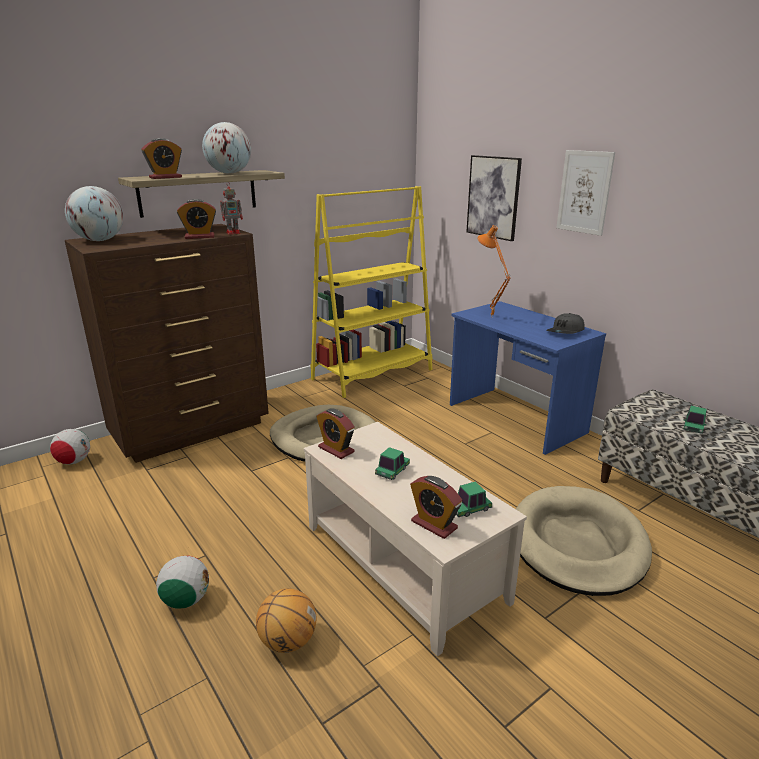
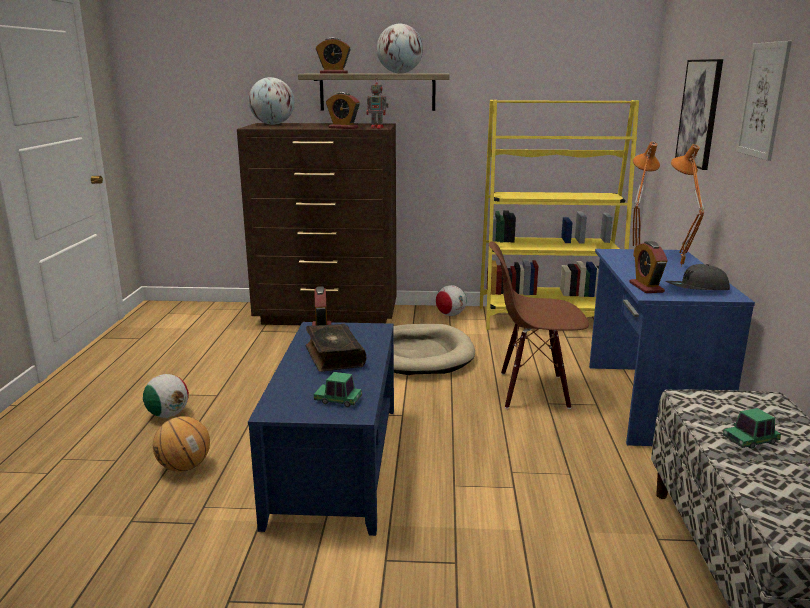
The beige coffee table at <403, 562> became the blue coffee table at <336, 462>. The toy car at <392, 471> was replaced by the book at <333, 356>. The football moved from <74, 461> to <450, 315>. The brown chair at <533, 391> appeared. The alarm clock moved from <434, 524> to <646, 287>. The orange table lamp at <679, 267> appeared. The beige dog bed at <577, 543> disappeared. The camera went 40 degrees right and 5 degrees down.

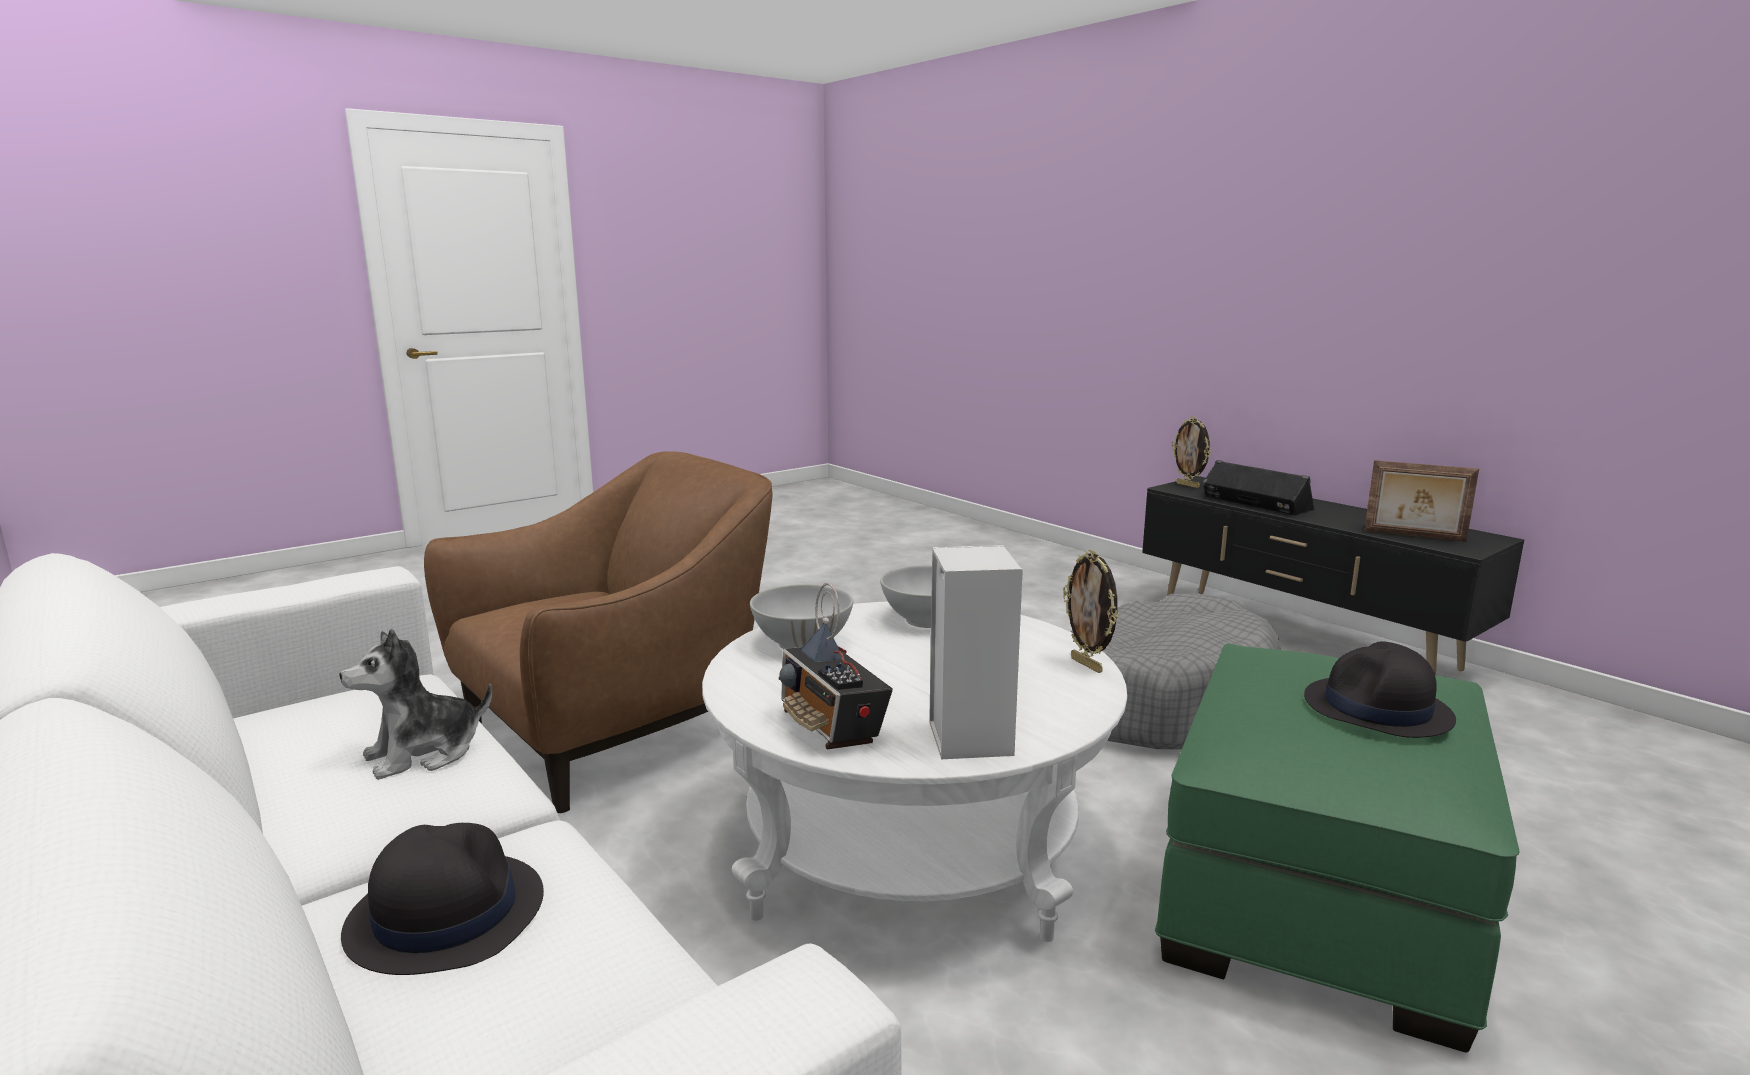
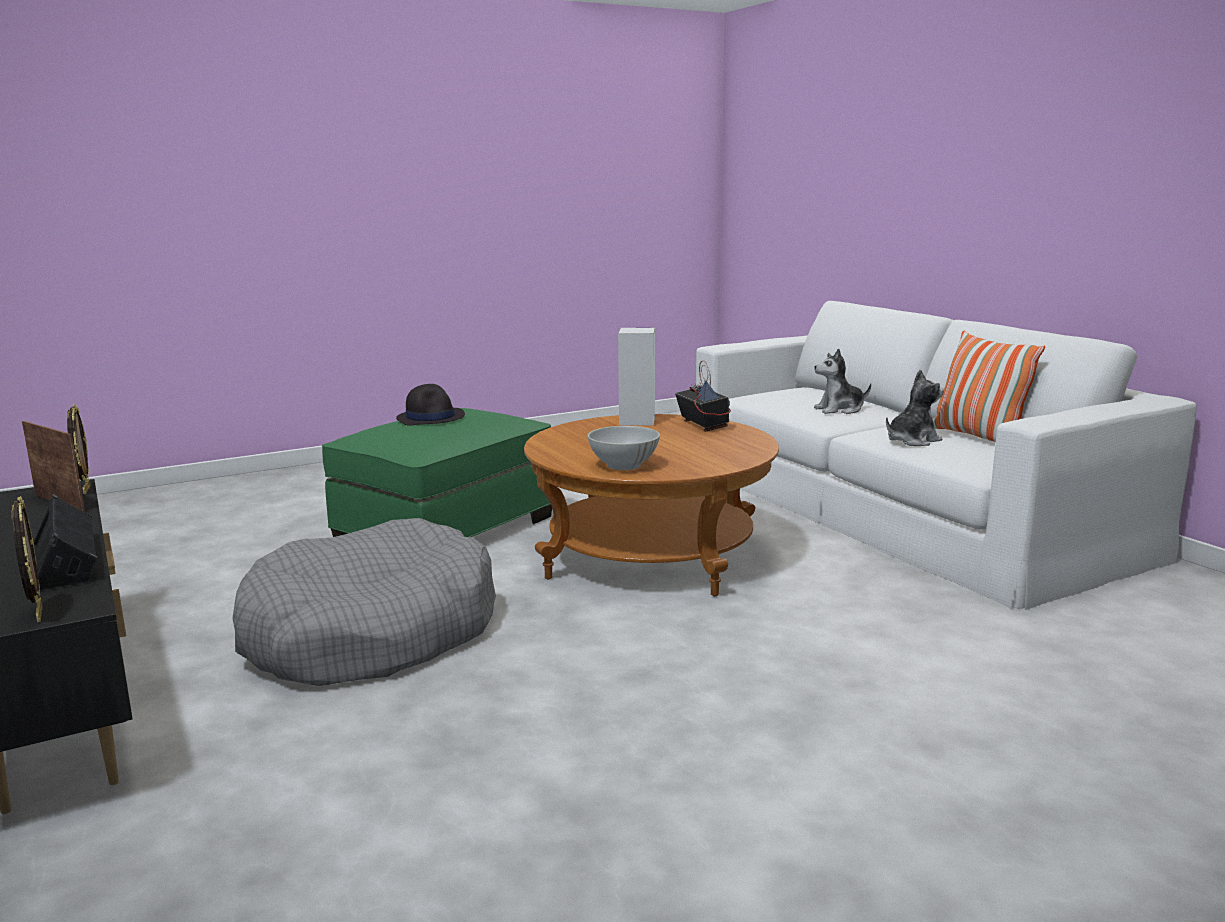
The picture frame moved from <1087, 665> to <85, 490>. The white coffee table at <910, 845> became the brown coffee table at <651, 556>. The black hat at <445, 914> was replaced by the plush toy at <840, 410>. The pillow at <977, 436> appeared. The brown armchair at <617, 731> disappeared. The white bowl at <802, 643> disappeared. The camera went 170 degrees left and 0 degrees up.

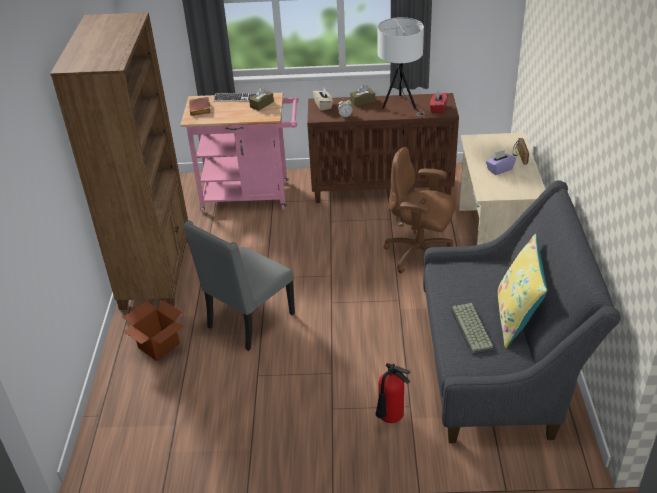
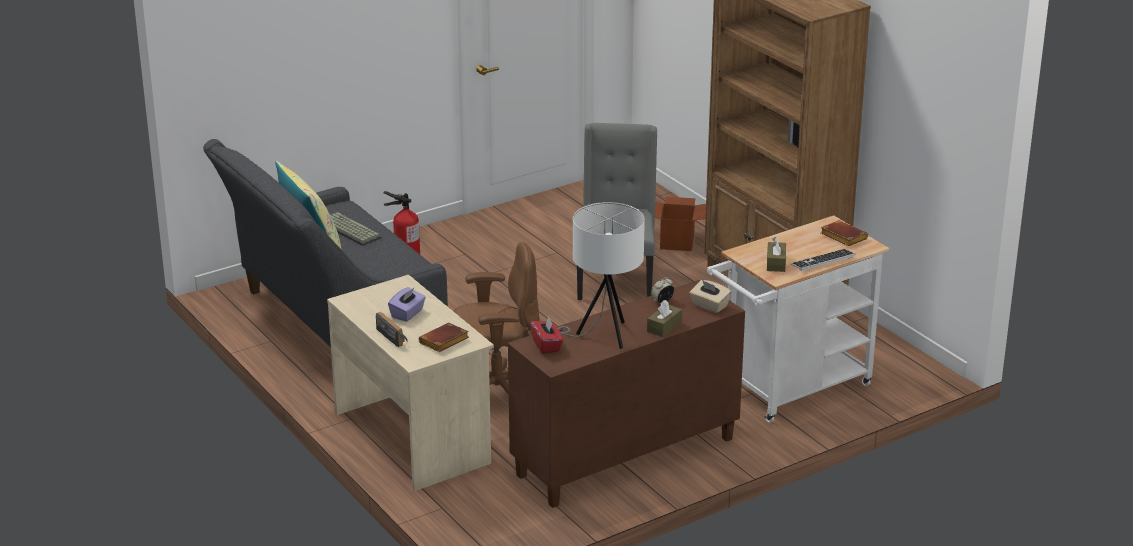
The brown book at <444, 342> appeared. The pink cart at <251, 196> became the white cart at <789, 391>. The camera went 145 degrees right and 10 degrees down.

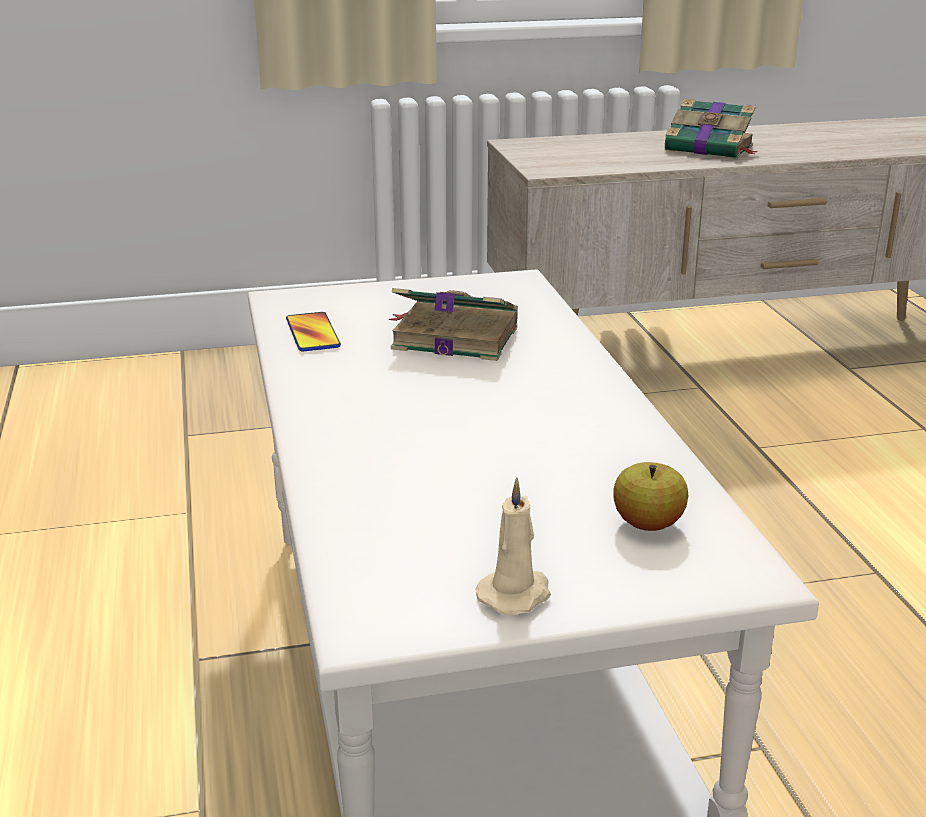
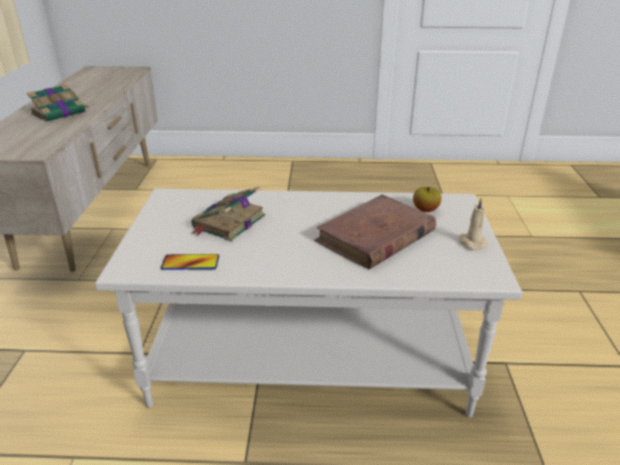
The brown book at <375, 236> appeared. The camera went 75 degrees left and 5 degrees up.

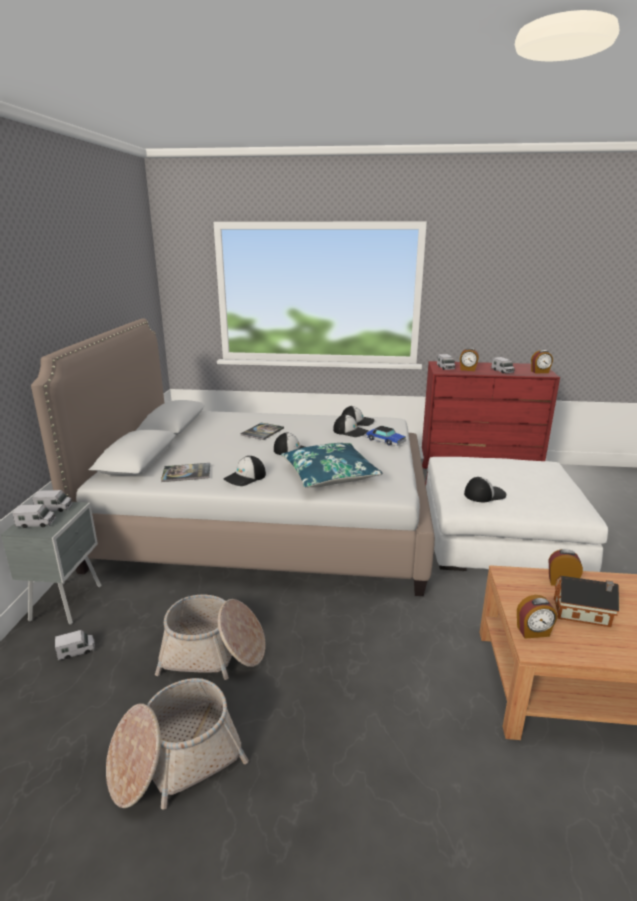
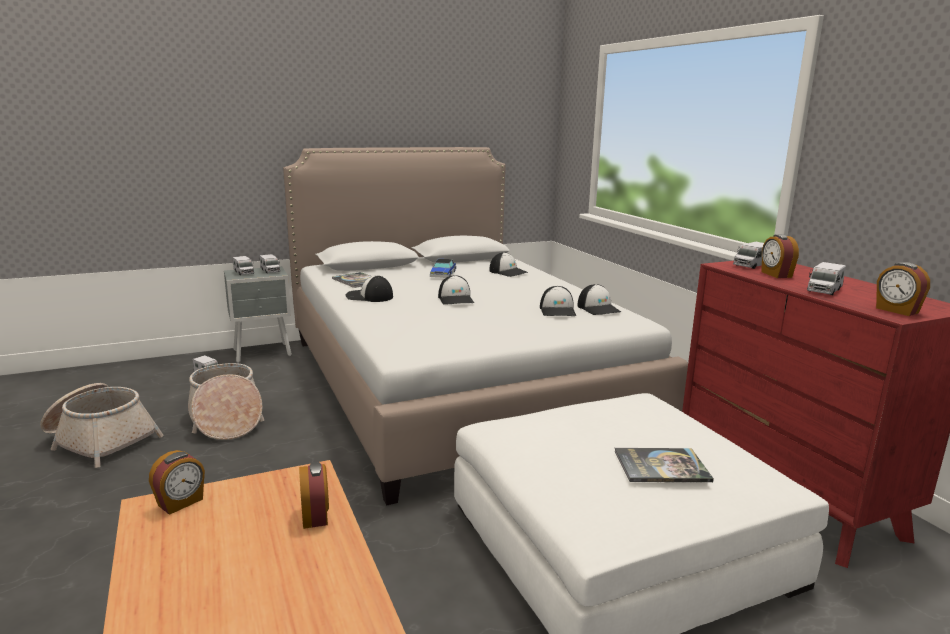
The alarm clock at <533, 632> turned 105 degrees counterclockwise. The toy car moved from <385, 441> to <443, 274>. The cap moved from <484, 494> to <508, 272>. The book moved from <262, 432> to <661, 466>. The blue pillow at <329, 475> disappeared. The toy house at <584, 613> disappeared. The camera went 60 degrees right and 5 degrees down.

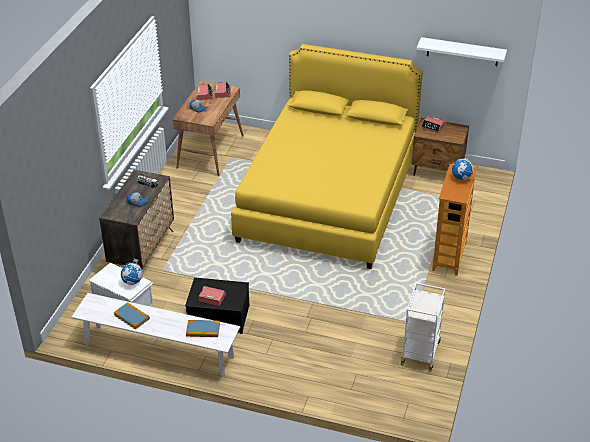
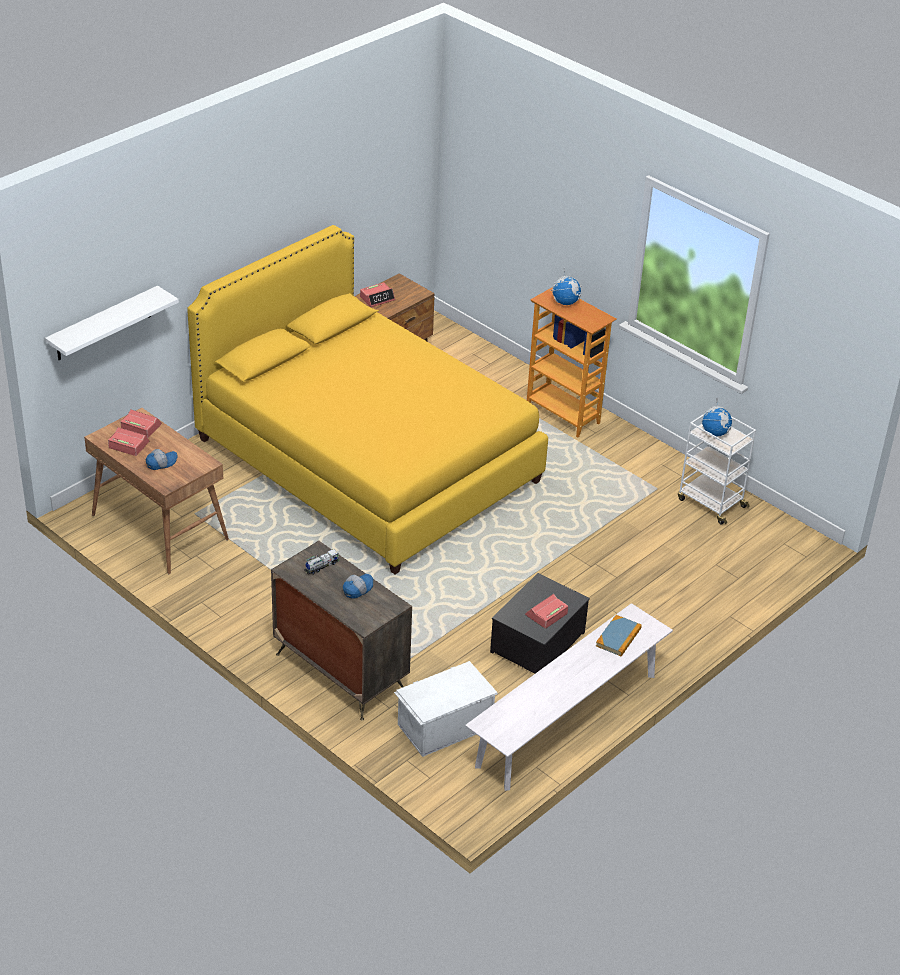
The white shelf moved from <462, 52> to <103, 324>. The globe moved from <133, 282> to <715, 433>. The book at <131, 317> disappeared. The camera went 65 degrees left and 0 degrees up.

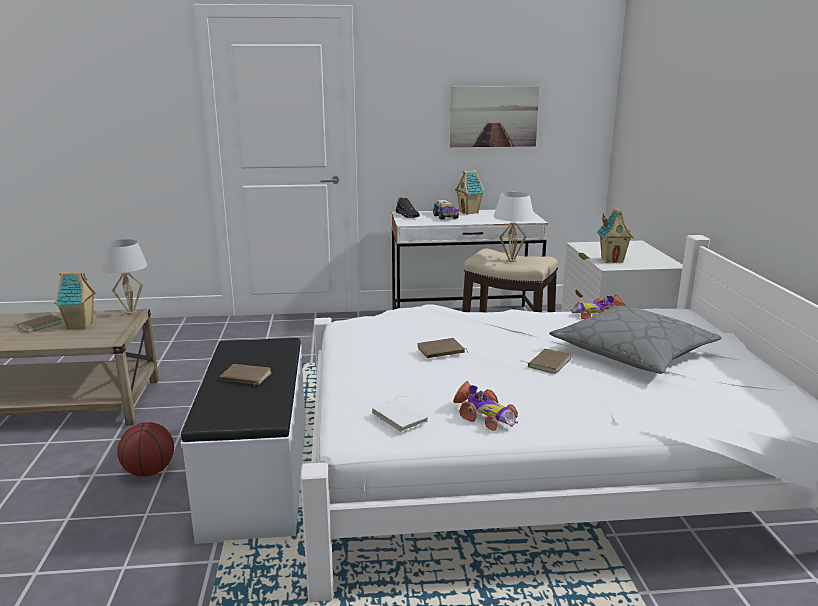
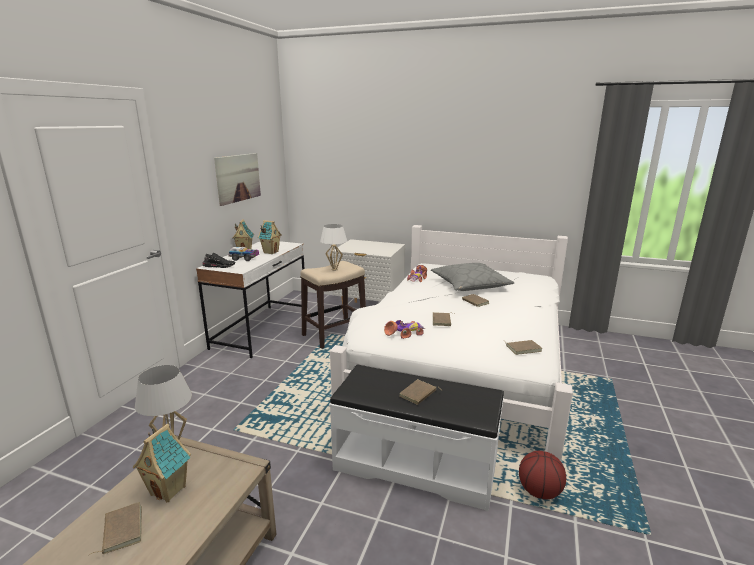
The toy house moved from <612, 260> to <270, 252>. The toy car moved from <483, 416> to <405, 333>. The white book at <401, 417> became the brown book at <523, 348>. The basketball moved from <149, 472> to <539, 492>. The camera went 65 degrees left and 0 degrees up.

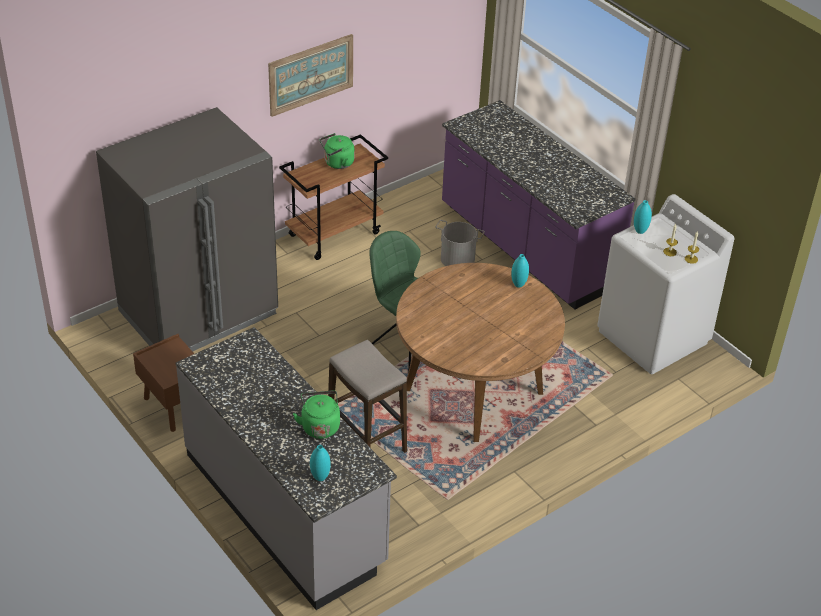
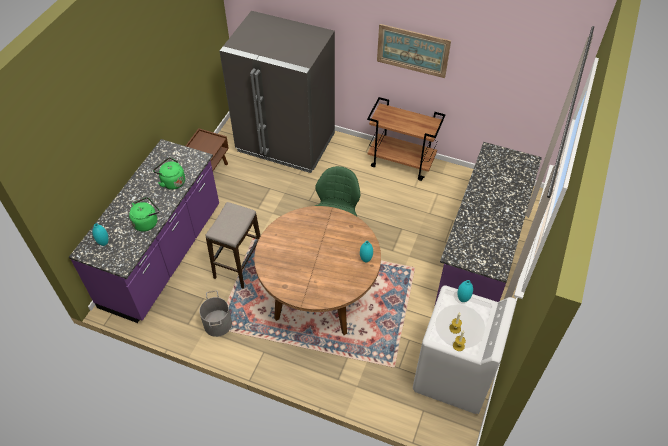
The grey counter at <285, 509> became the purple counter at <163, 256>. The green kettle moved from <337, 163> to <172, 182>. The grey bucket moved from <457, 259> to <217, 324>. The camera went 60 degrees right and 10 degrees up.

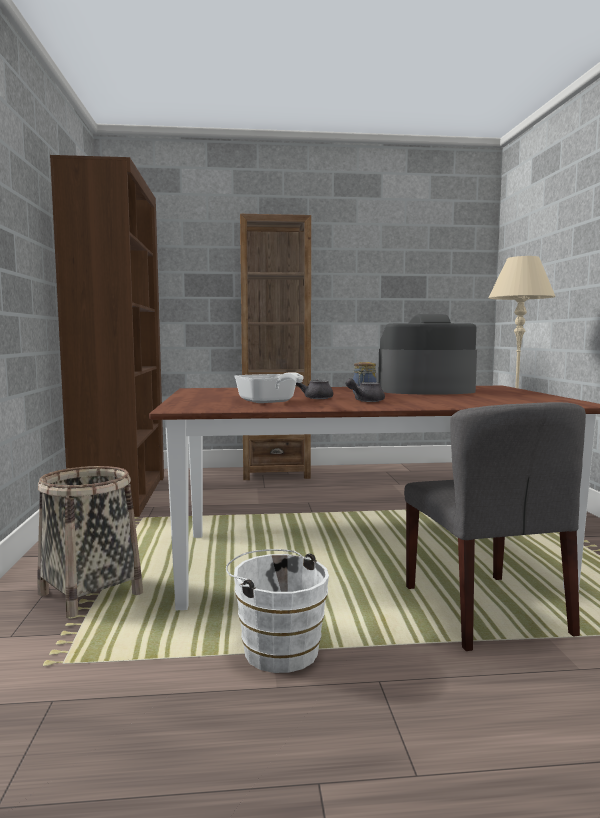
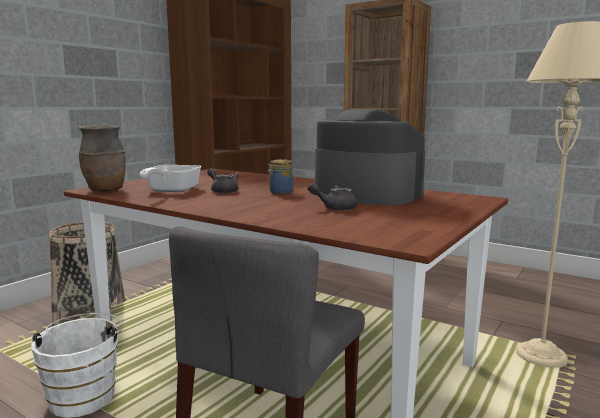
The brown vase at <105, 190> appeared. The grey teapot moved from <365, 401> to <335, 208>. The camera went 40 degrees right and 5 degrees up.

